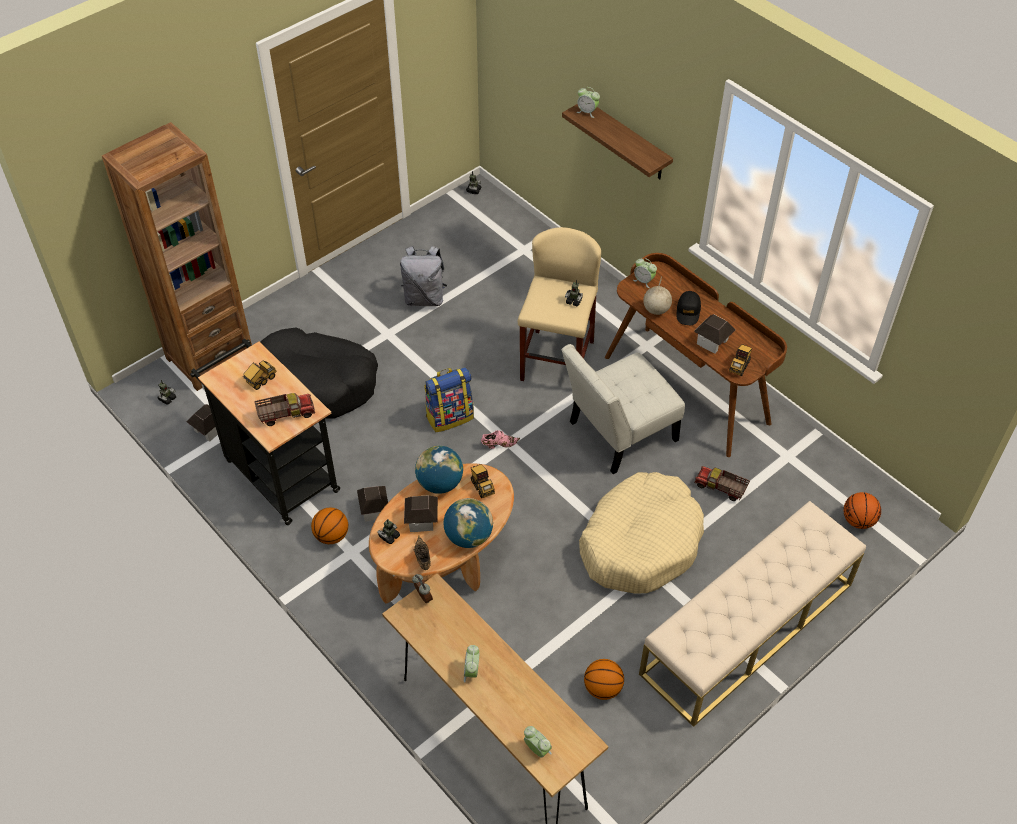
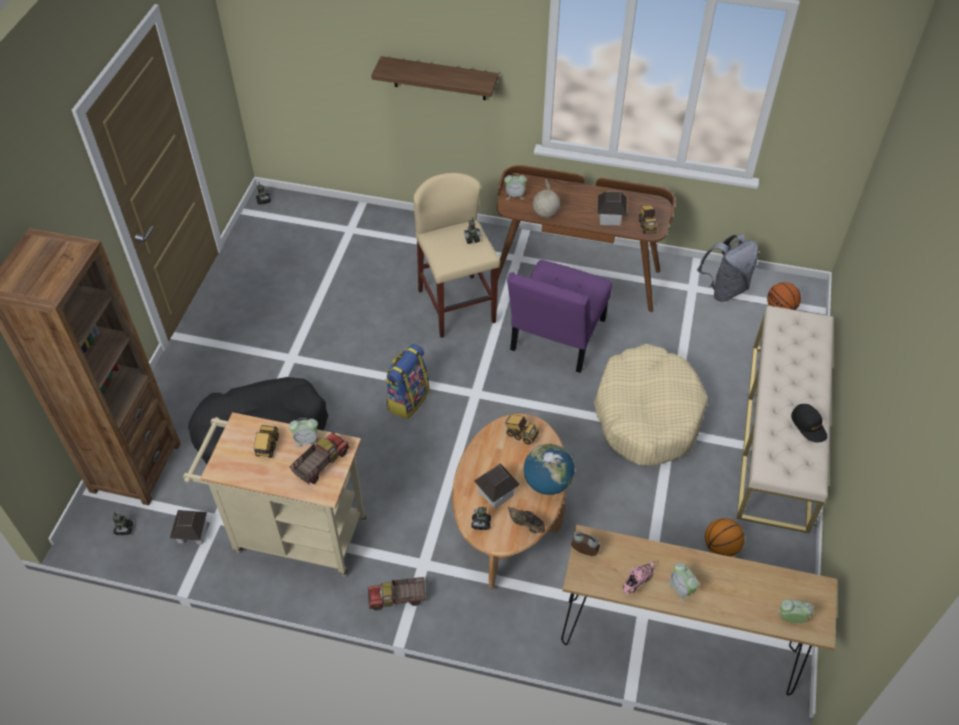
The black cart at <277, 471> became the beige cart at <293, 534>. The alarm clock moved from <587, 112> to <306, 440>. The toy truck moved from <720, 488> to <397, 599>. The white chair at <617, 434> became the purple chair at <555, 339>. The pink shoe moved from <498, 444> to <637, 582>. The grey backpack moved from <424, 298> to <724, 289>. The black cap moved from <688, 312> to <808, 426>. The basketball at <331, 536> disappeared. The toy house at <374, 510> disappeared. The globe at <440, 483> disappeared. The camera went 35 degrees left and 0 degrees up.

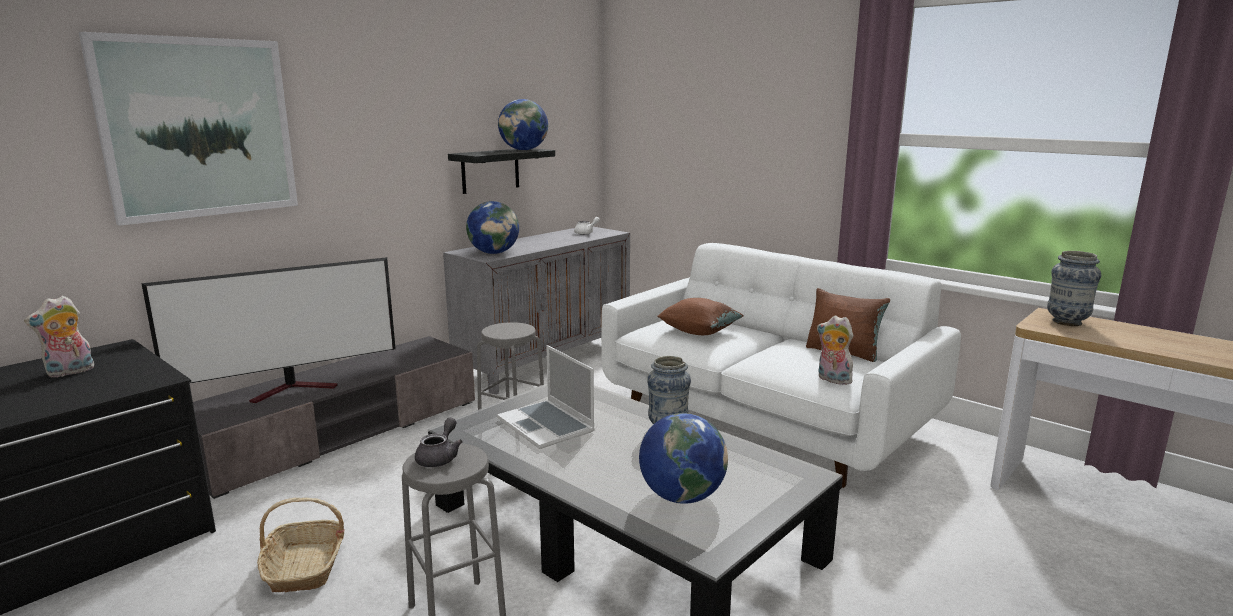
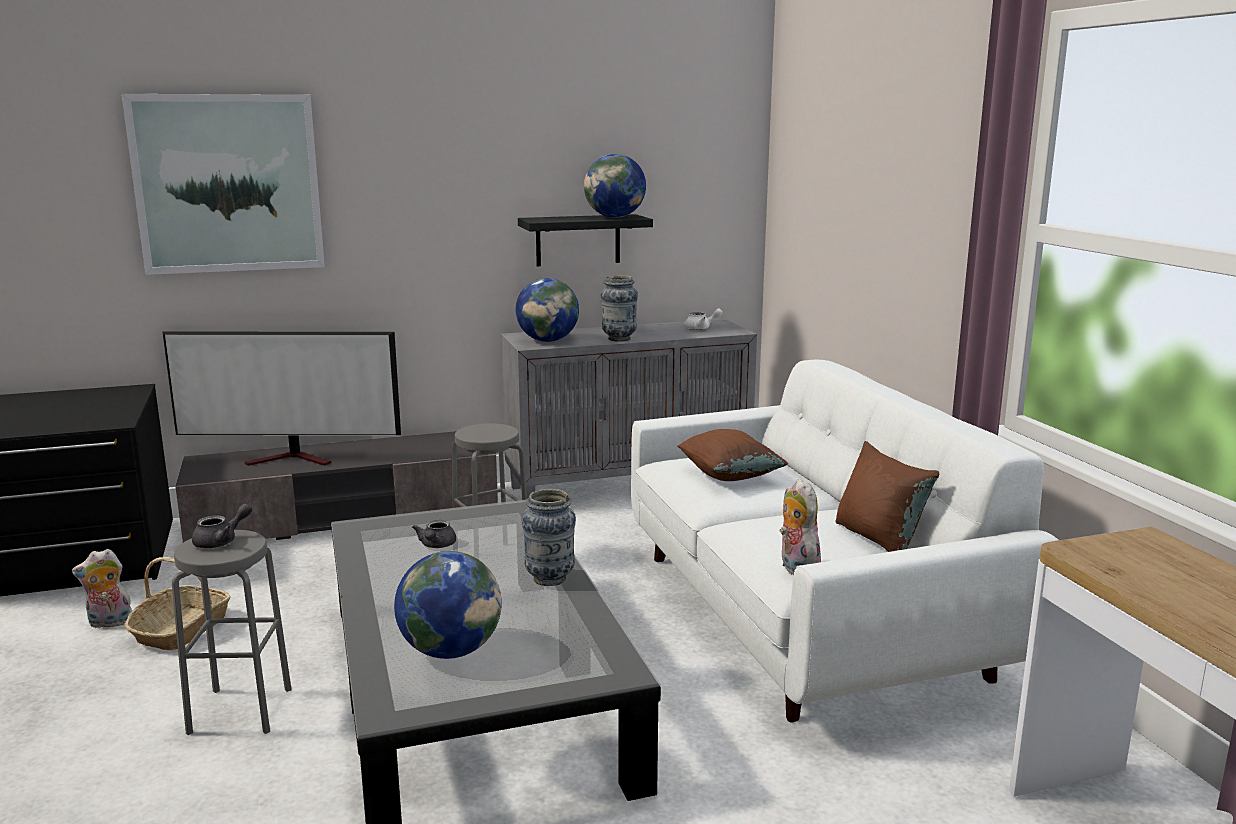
The plush toy moved from <70, 372> to <109, 623>. The laptop at <547, 426> was replaced by the grey teapot at <436, 546>. The vase moved from <1066, 322> to <619, 339>. The camera went 30 degrees right and 0 degrees up.

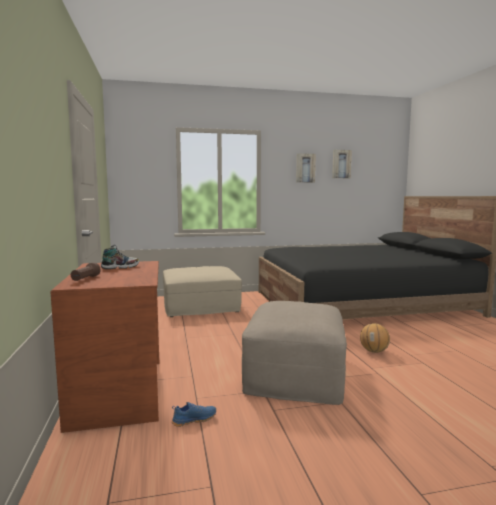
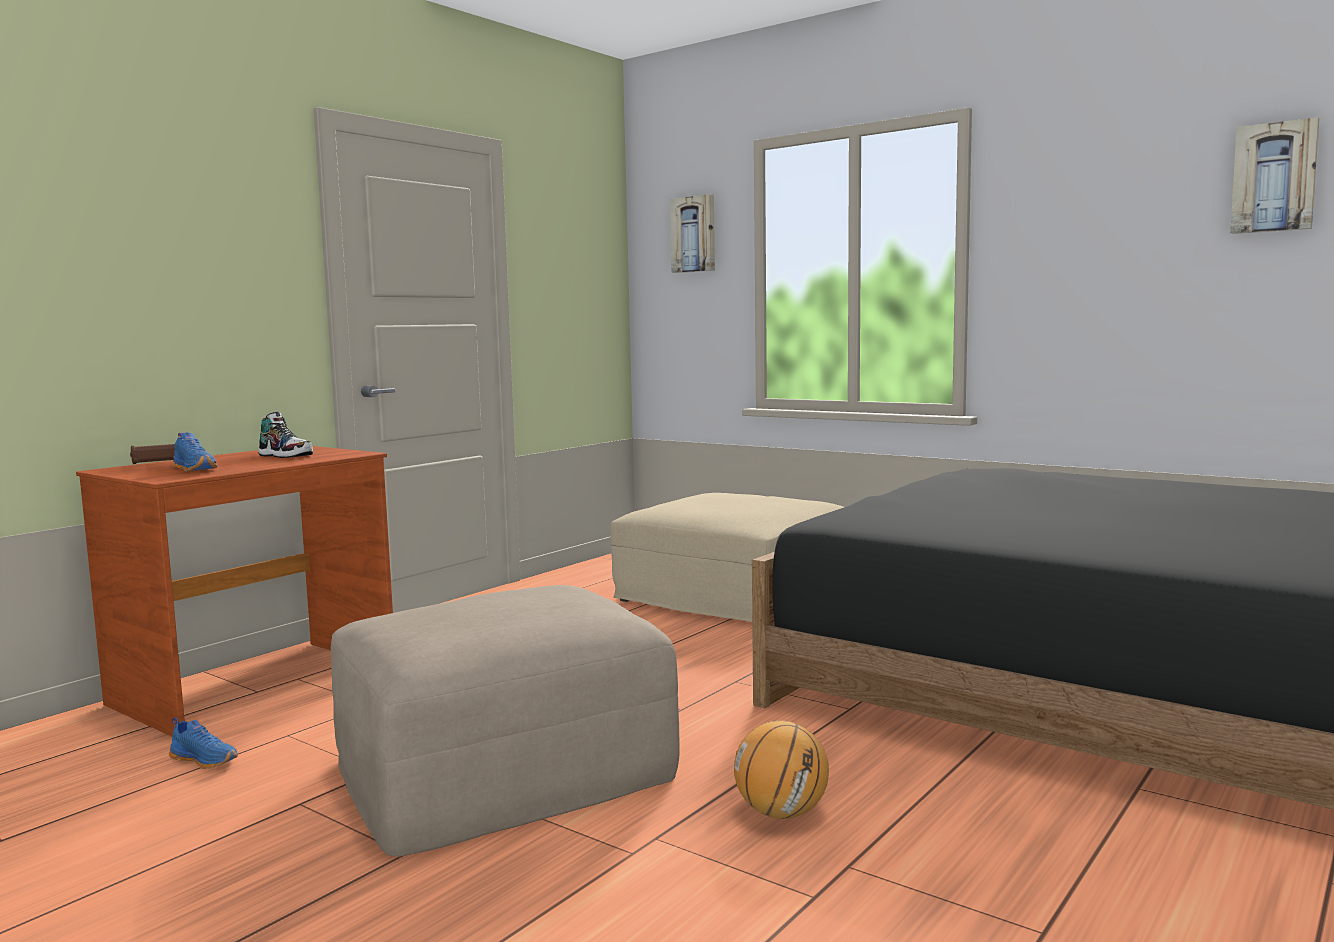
The blue shoe at <196, 469> appeared. The picture moved from <305, 168> to <694, 234>. The camera went 50 degrees right and 0 degrees up.

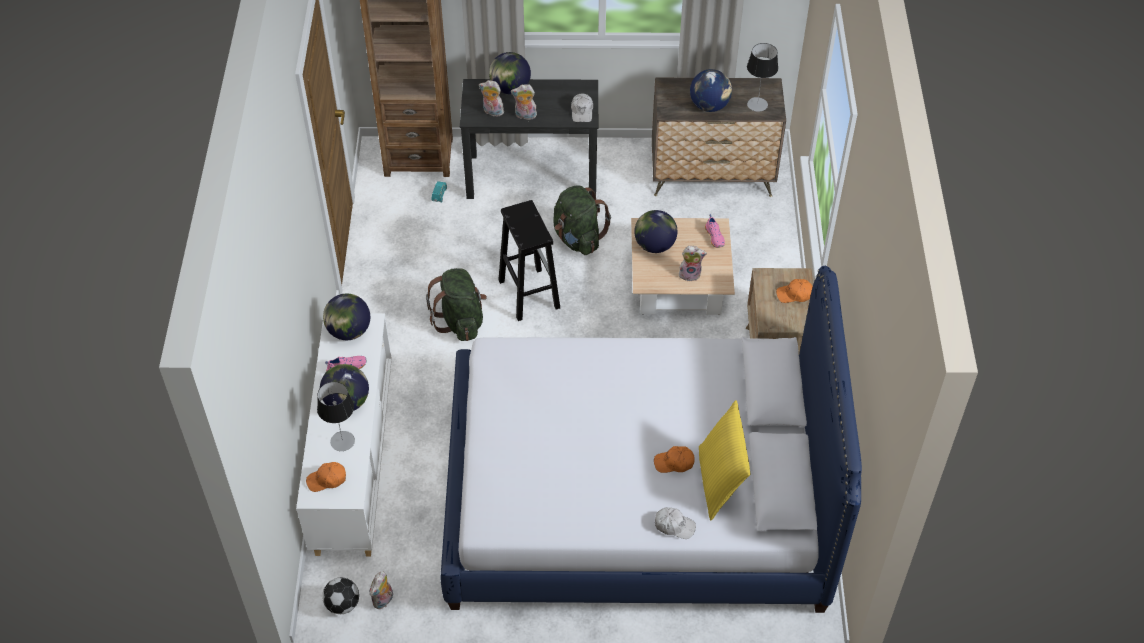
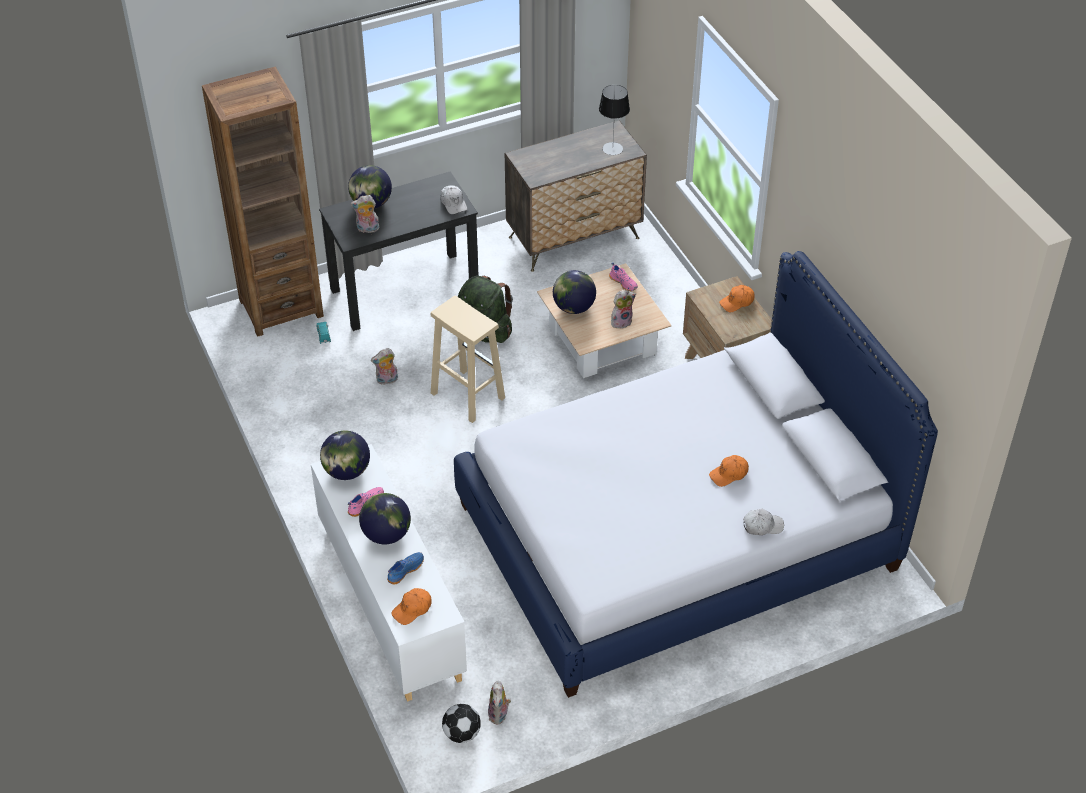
The plush toy moved from <525, 116> to <387, 380>. The table lamp at <342, 441> was replaced by the blue shoe at <405, 570>. The black stool at <528, 293> became the beige stool at <466, 395>. The green backpack at <460, 321> disappeared. The globe at <709, 106> disappeared. The yellow pillow at <720, 482> disappeared. The camera went 25 degrees left and 5 degrees down.

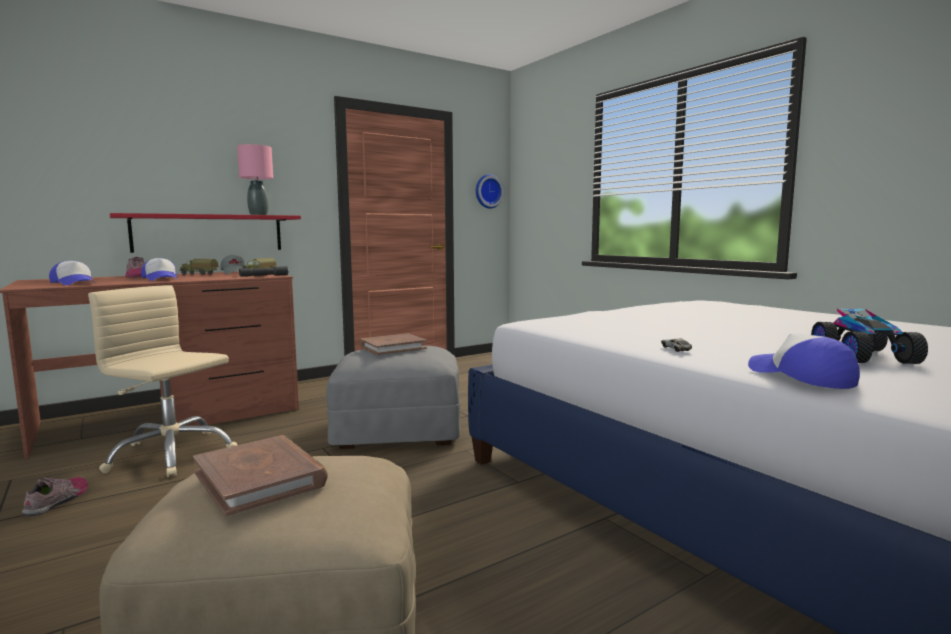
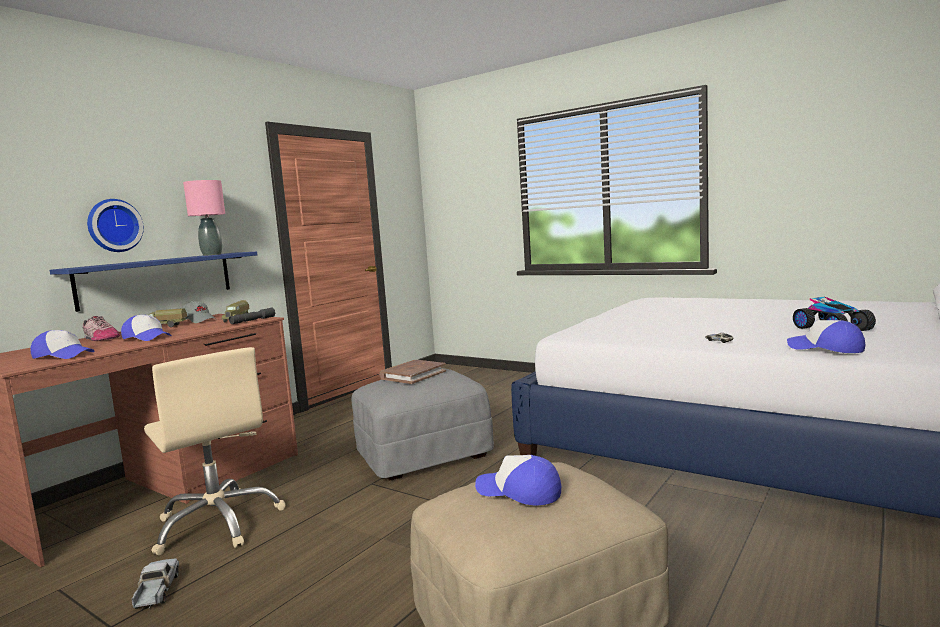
The red shelf at <209, 233> became the blue shelf at <157, 279>. The wall clock moved from <487, 191> to <114, 225>. The shoe at <58, 501> was replaced by the toy truck at <156, 592>. The beige office chair at <171, 454> turned 135 degrees counterclockwise. The brown book at <260, 478> was replaced by the cap at <519, 492>. The camera went 20 degrees left and 0 degrees up.

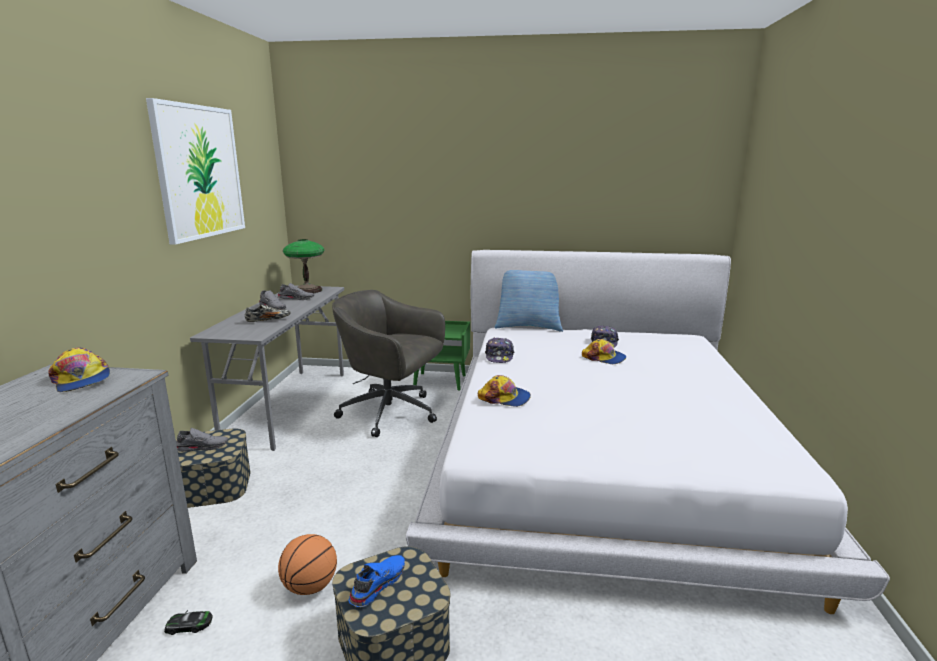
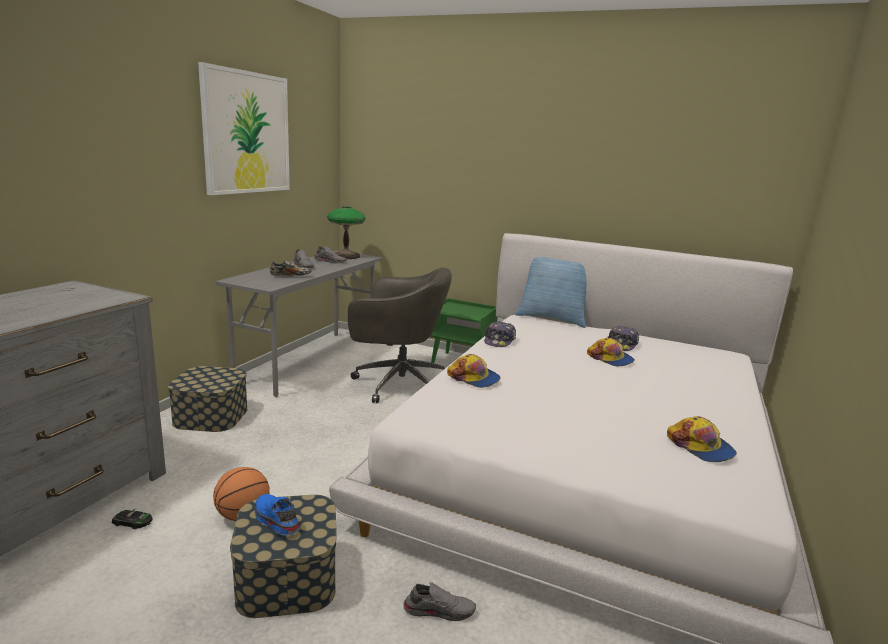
The blue shoe at <377, 584> turned 90 degrees counterclockwise. The grey office chair at <392, 413> turned 150 degrees clockwise. The grey shoe moved from <202, 447> to <439, 610>. The cap moved from <81, 380> to <700, 447>. The camera went 15 degrees right and 0 degrees up.

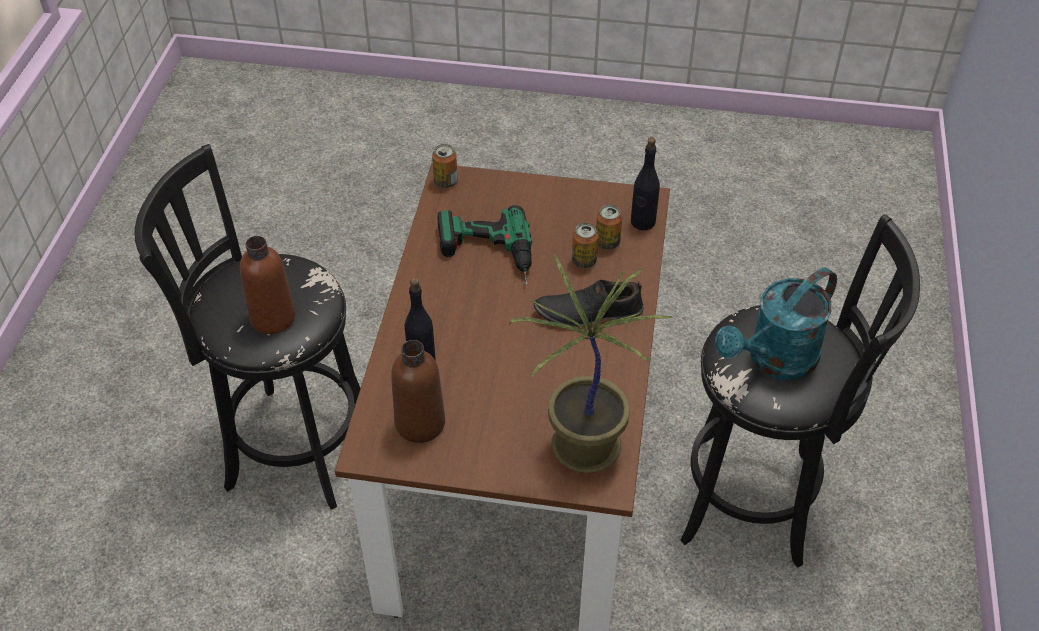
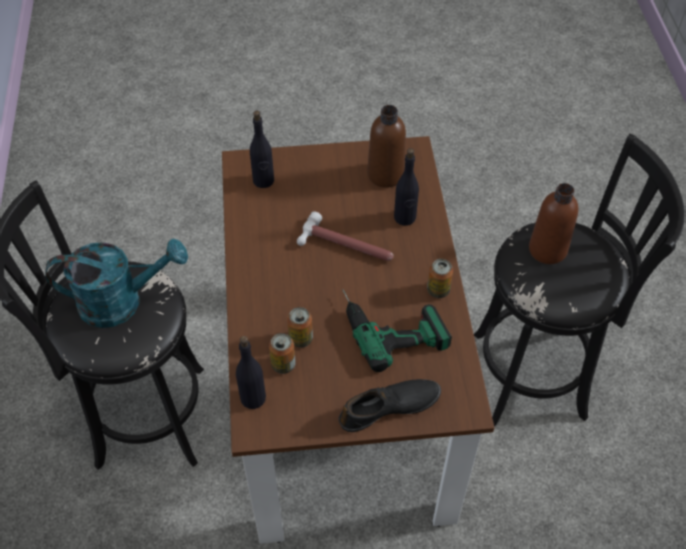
The turquoise watering can at <774, 360> turned 45 degrees clockwise. The potted plant at <583, 449> was replaced by the black bottle at <263, 181>. The hammer at <347, 247> appeared. The black shoe moved from <588, 312> to <389, 409>. The can moved from <445, 182> to <438, 290>. The camera went 165 degrees right and 5 degrees up.

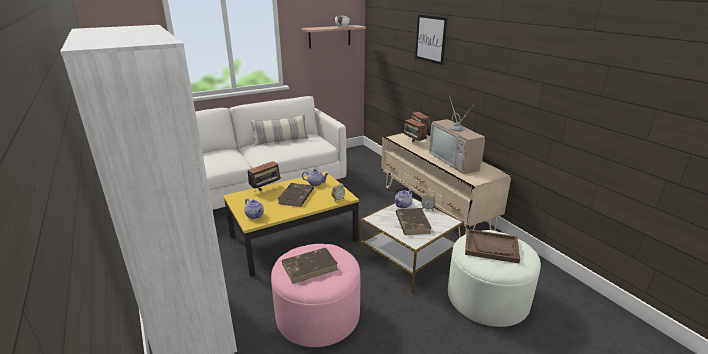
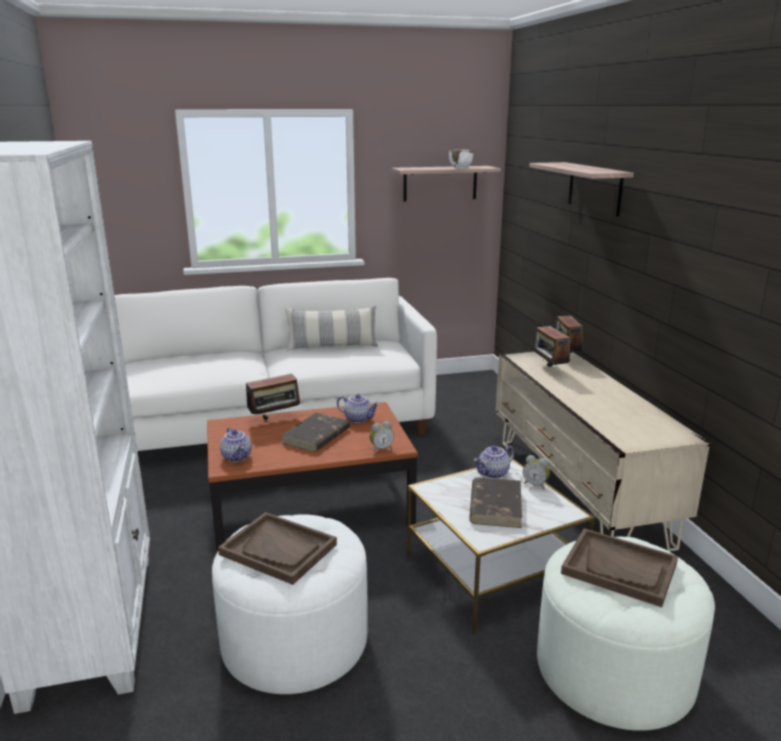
The yellow coffee table at <293, 239> became the brown coffee table at <311, 508>. The pink ottoman at <318, 315> became the white ottoman at <295, 640>. The brown book at <310, 266> was replaced by the brown tray at <278, 549>. The picture at <430, 39> was replaced by the shelf at <594, 188>. The television at <456, 161> disappeared. The camera went 15 degrees right and 5 degrees down.

